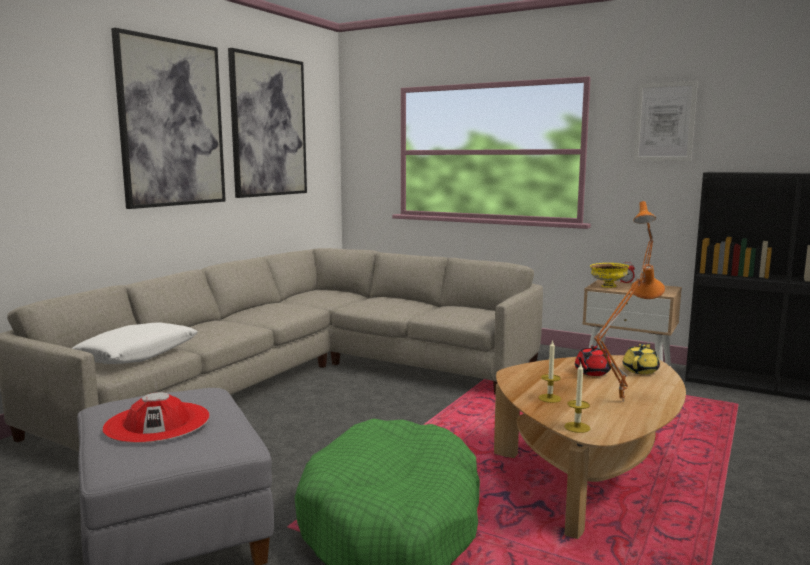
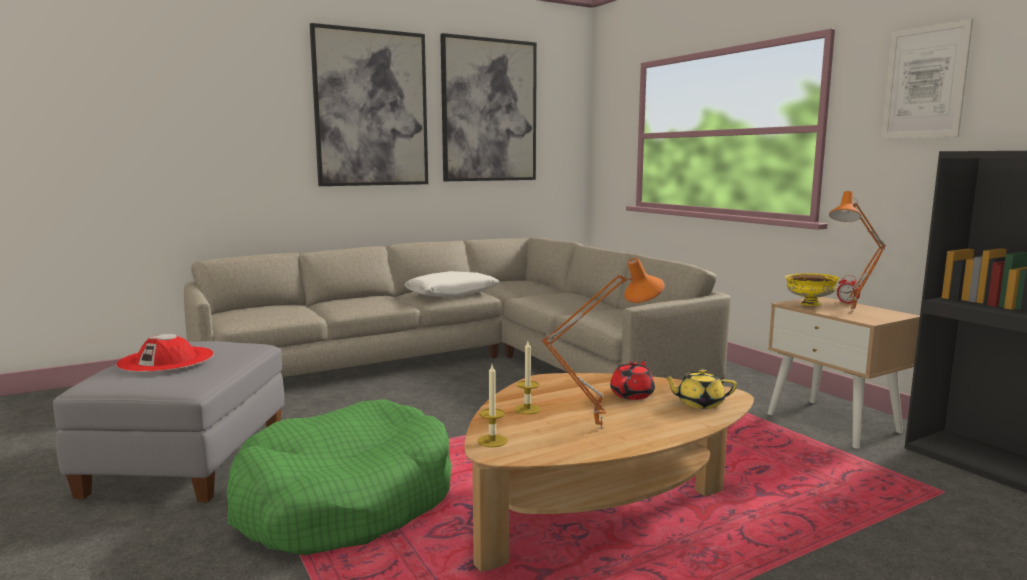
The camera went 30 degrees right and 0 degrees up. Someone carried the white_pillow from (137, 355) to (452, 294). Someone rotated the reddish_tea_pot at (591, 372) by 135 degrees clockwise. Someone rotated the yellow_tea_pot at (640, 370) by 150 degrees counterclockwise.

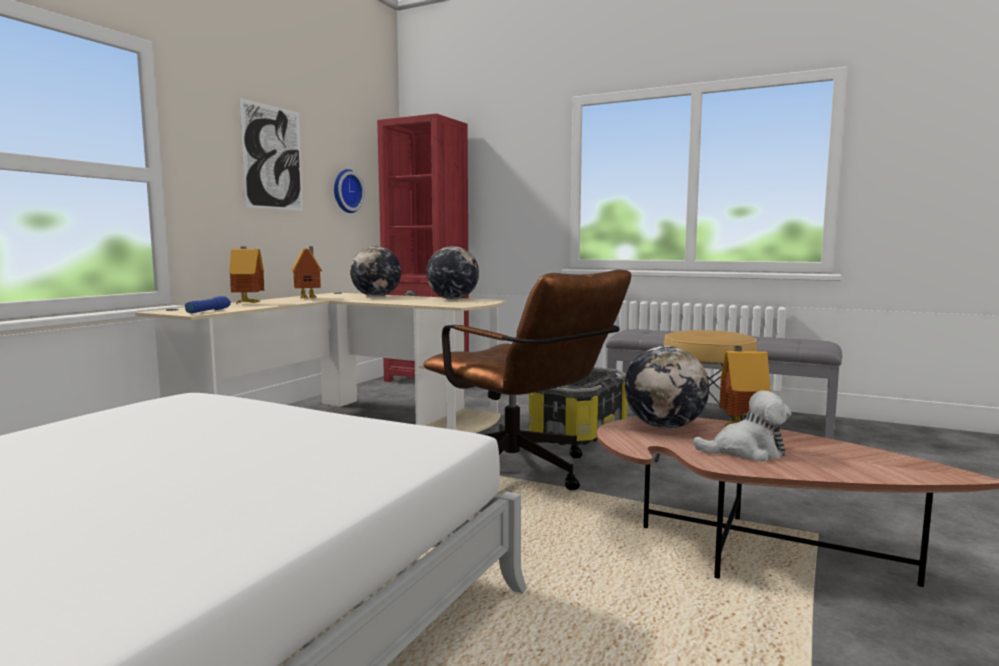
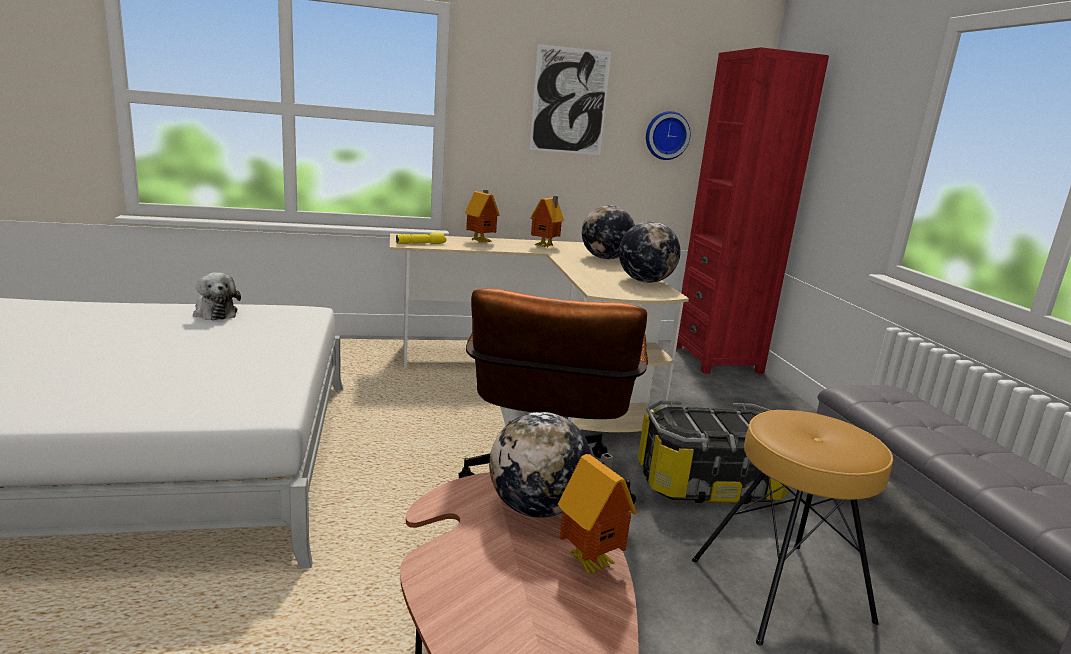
The camera went 50 degrees right and 10 degrees up. Someone carried the soft_toy from (746, 452) to (215, 313). Someone repainted the blue_torch at (208, 311), which became the yellow_torch at (421, 244).

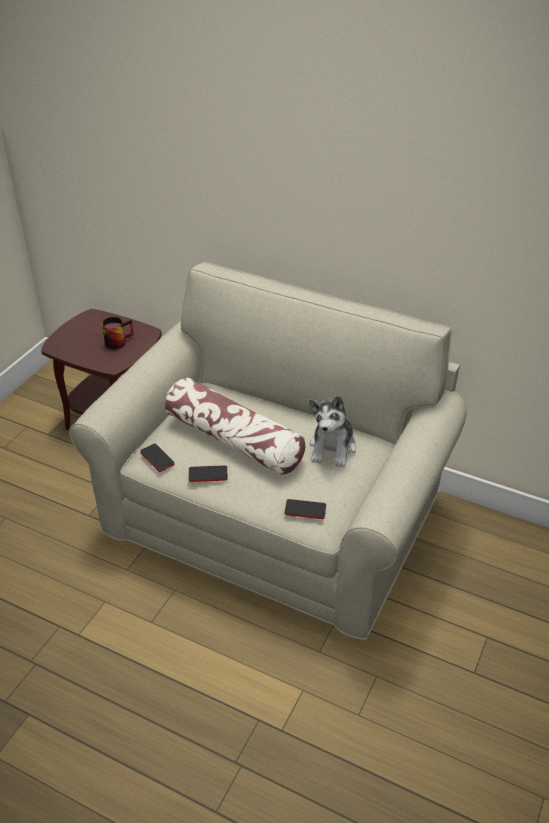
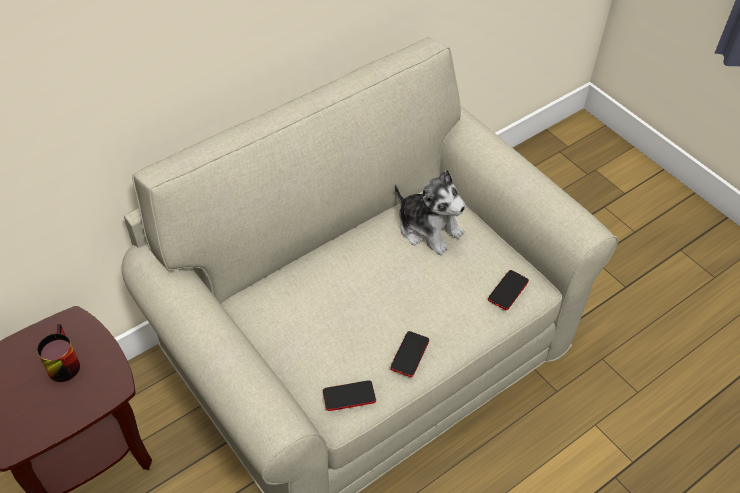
The camera went 65 degrees left and 10 degrees up. Someone took away the pillow at (234, 440).

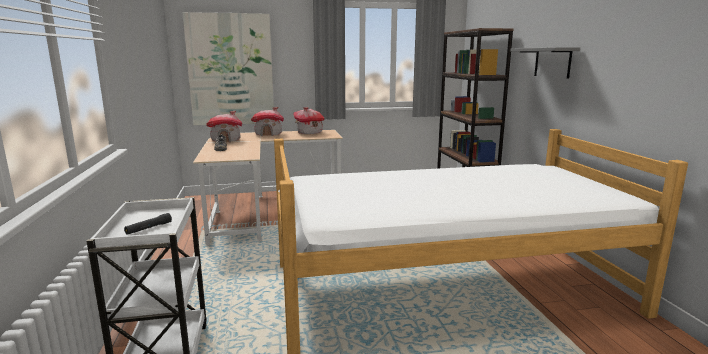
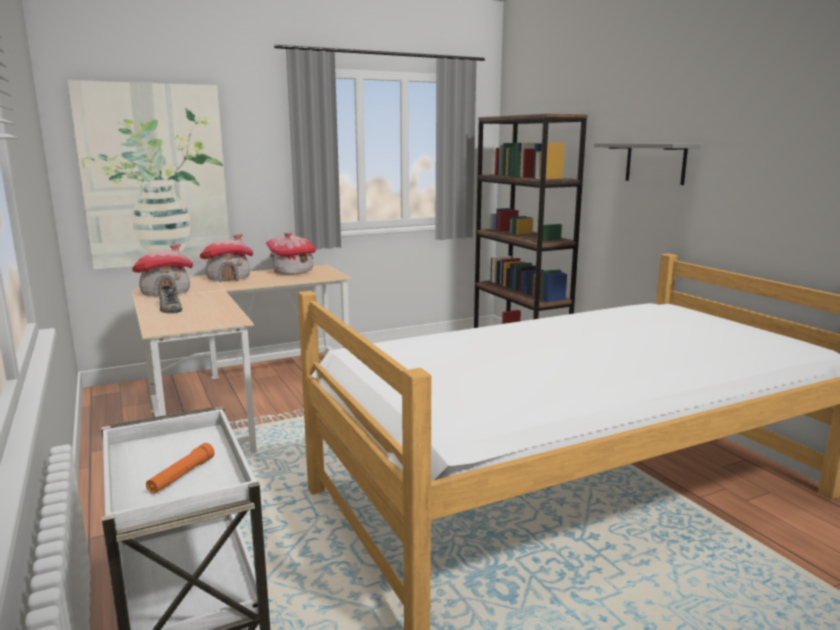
The camera went 15 degrees left and 0 degrees up. Someone repainted the black_torch at (148, 228), which became the orangey_torch at (181, 475).

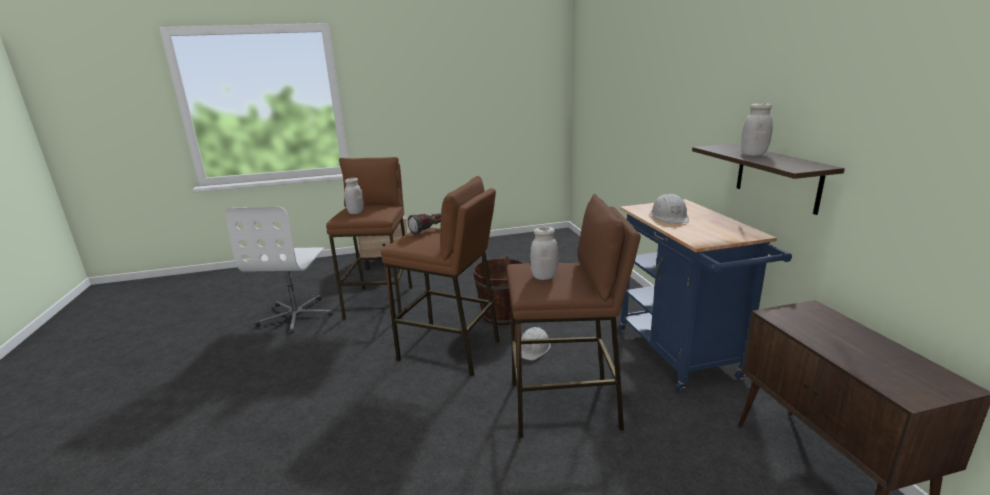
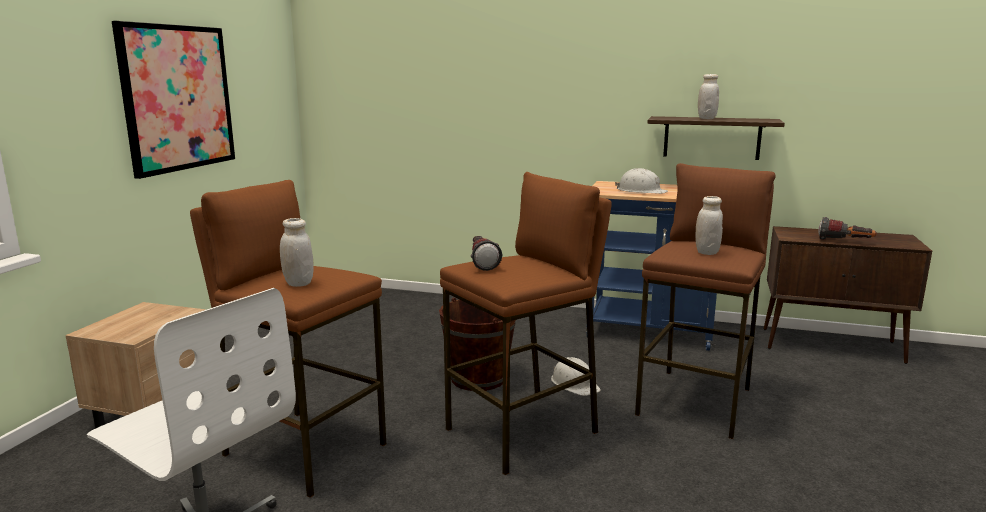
The camera went 60 degrees left and 5 degrees down. Someone put up the wall_art at (178, 98). Someone put down the torch at (845, 242).

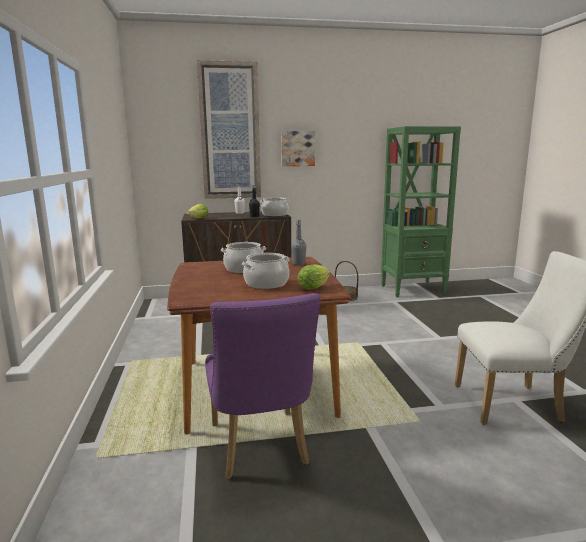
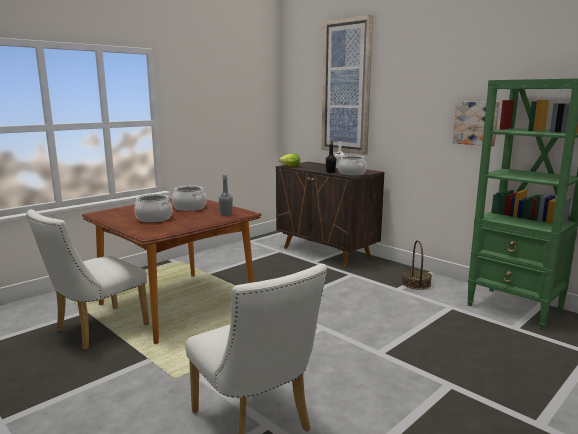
The camera went 55 degrees right and 0 degrees up. Someone repainted the purple_upright_chair at (260, 449), which became the white_upright_chair at (96, 330). Someone carried the wall_art from (297, 148) to (476, 123). Someone took away the lettuce at (315, 287).

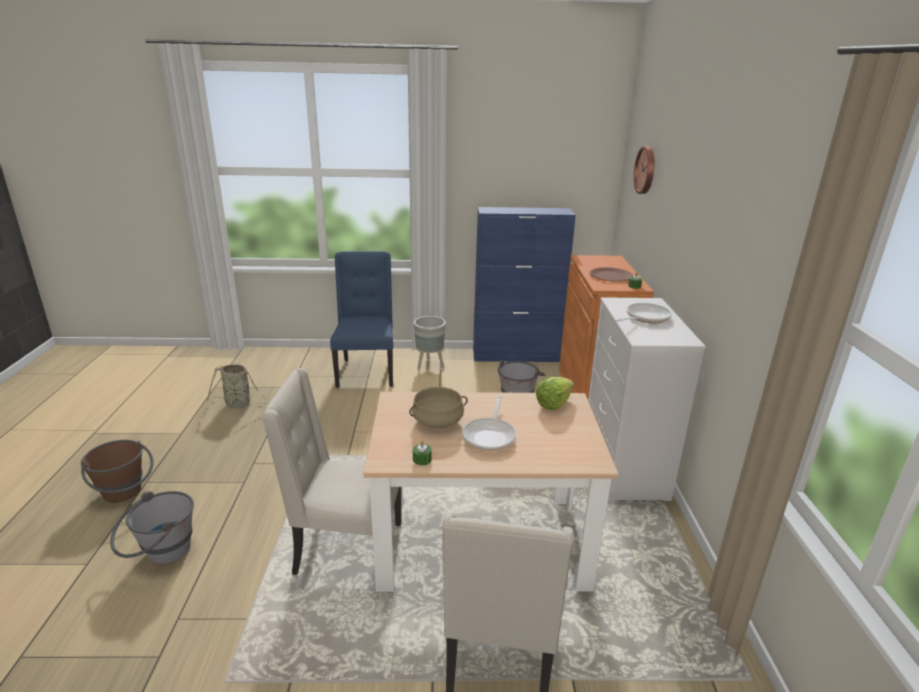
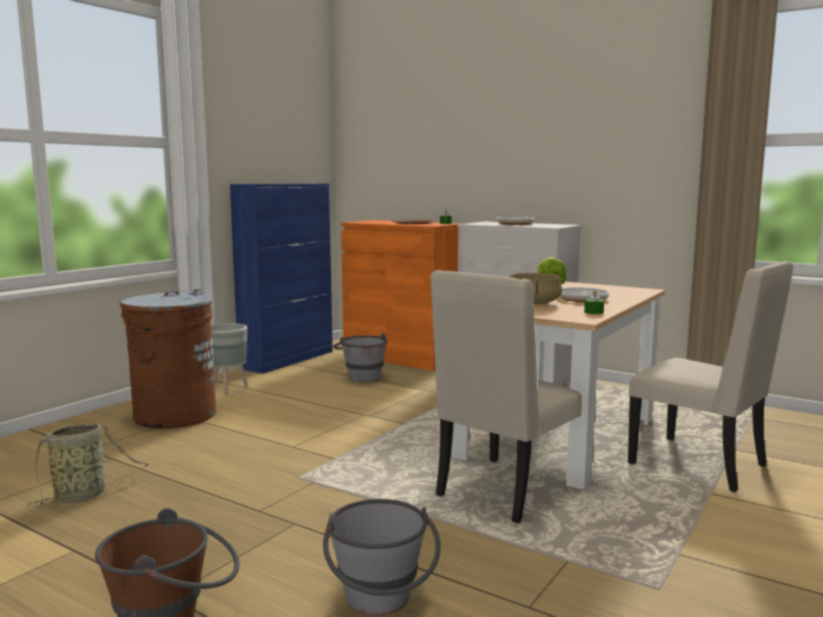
The camera went 55 degrees left and 15 degrees down. Someone swapped the blue_upright_chair at (366, 372) for the brownish_rubbish_bin at (174, 416). Someone took away the hanging_clock at (646, 170).

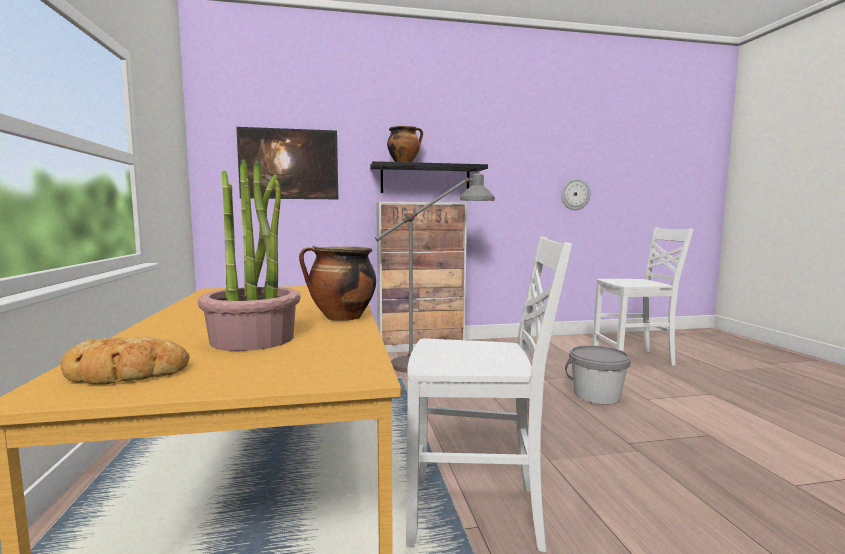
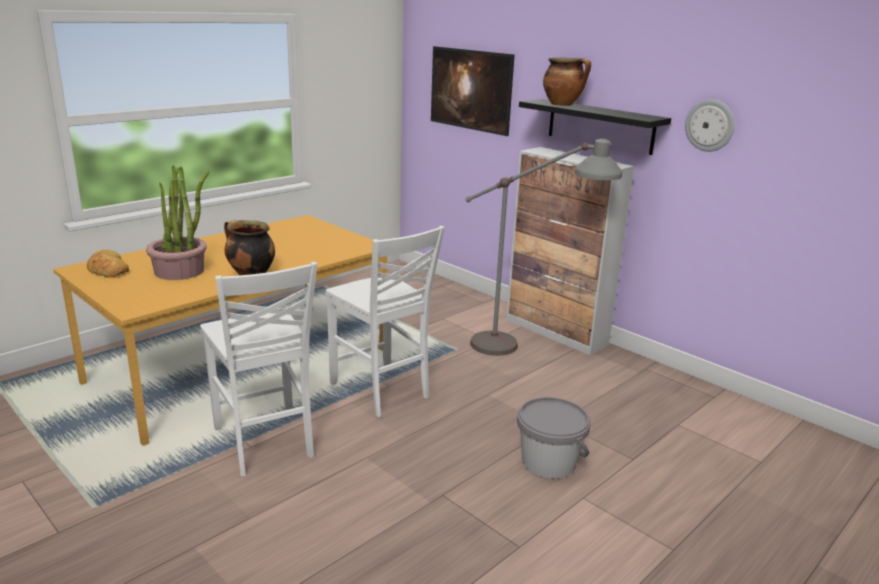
The camera went 55 degrees right and 15 degrees up. Someone carried the white_upright_chair from (634, 359) to (381, 391). Someone carried the hanging_clock from (575, 194) to (710, 125).

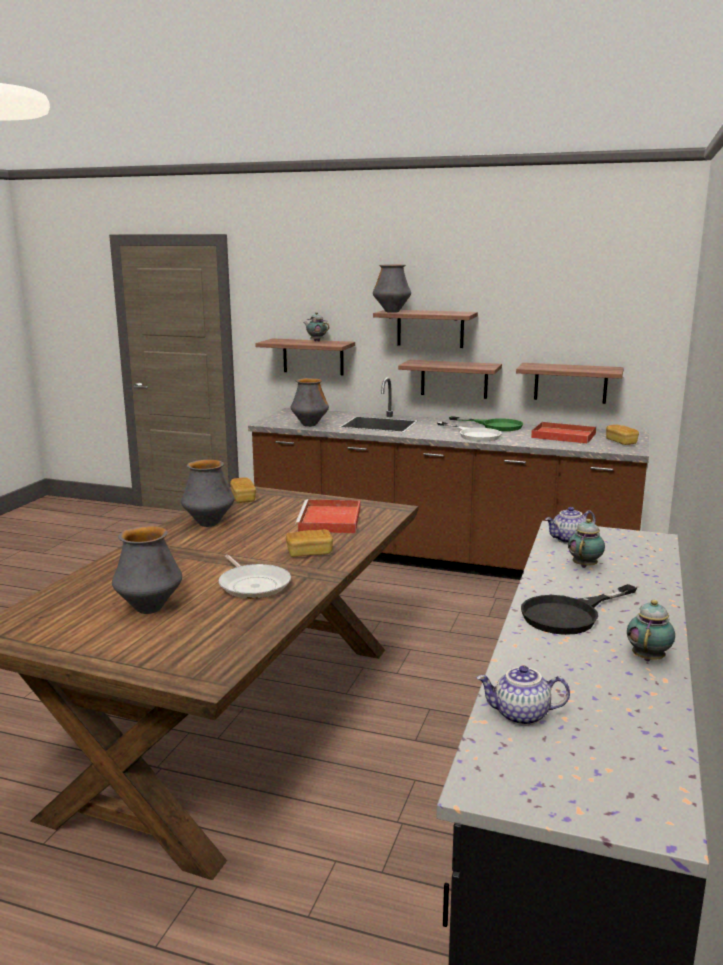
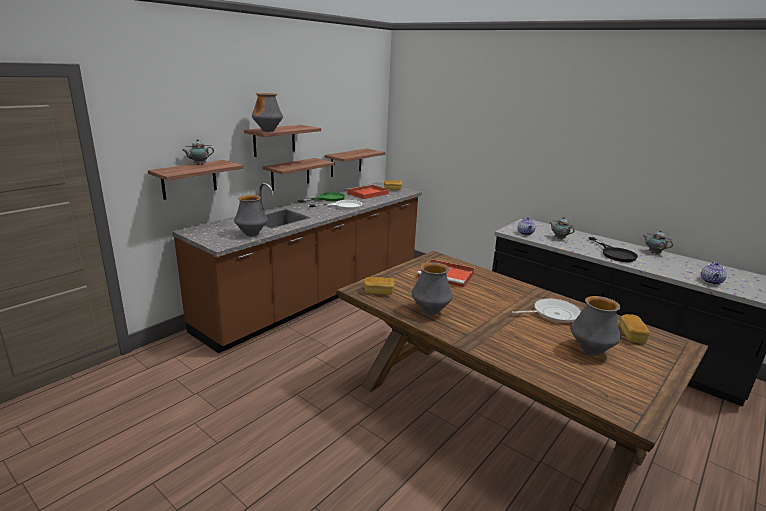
The camera went 70 degrees left and 5 degrees up. Someone carried the bakery_bread from (309, 553) to (632, 335).

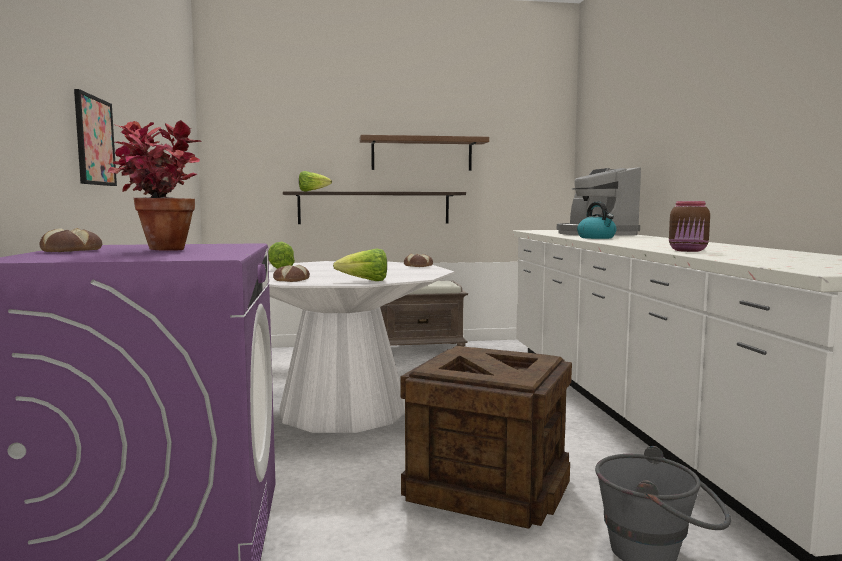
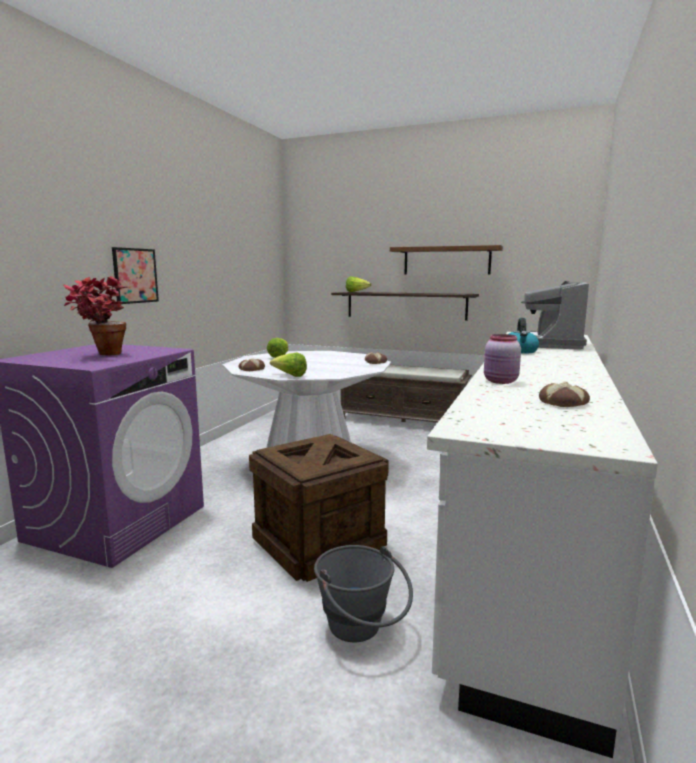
The camera went 30 degrees right and 5 degrees up. Someone repainted the brownish_storage_jar at (688, 250), which became the pinkish_storage_jar at (500, 381). Someone carried the bakery_bread from (72, 251) to (564, 403).

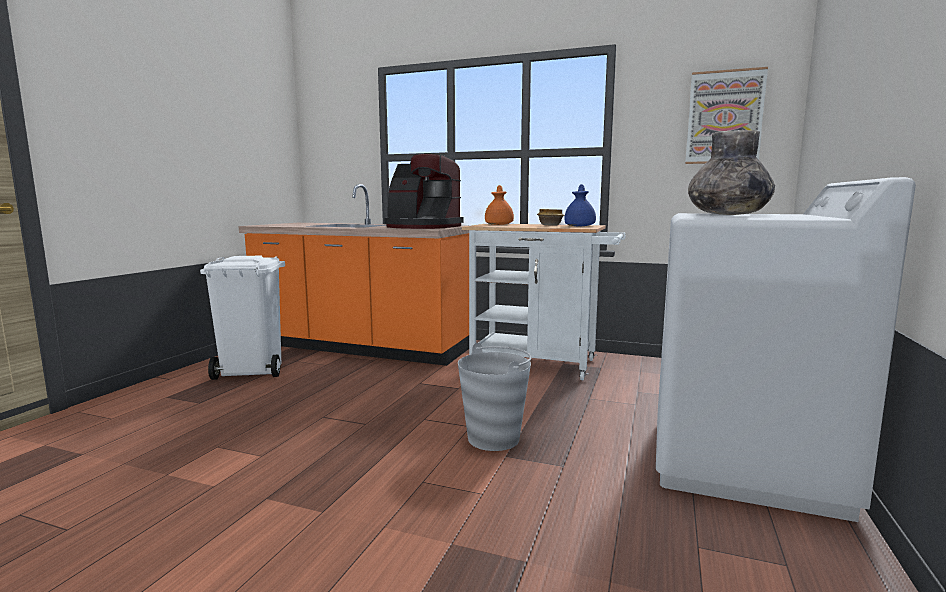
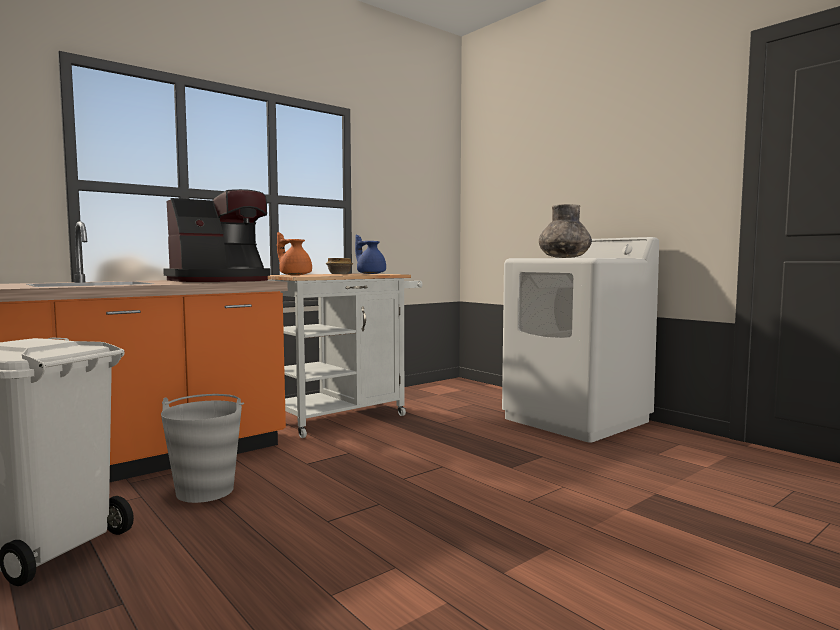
The camera went 60 degrees left and 5 degrees down. Someone carried the gray_water_bucket from (494, 438) to (205, 491). Someone took away the wall_art at (724, 117).

